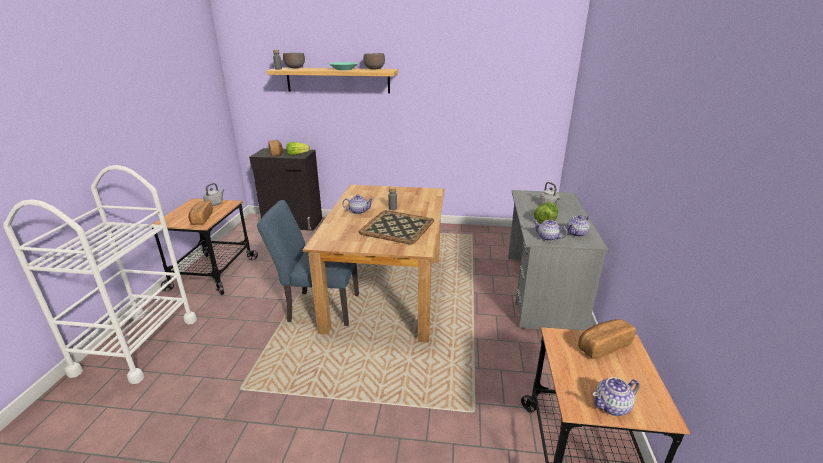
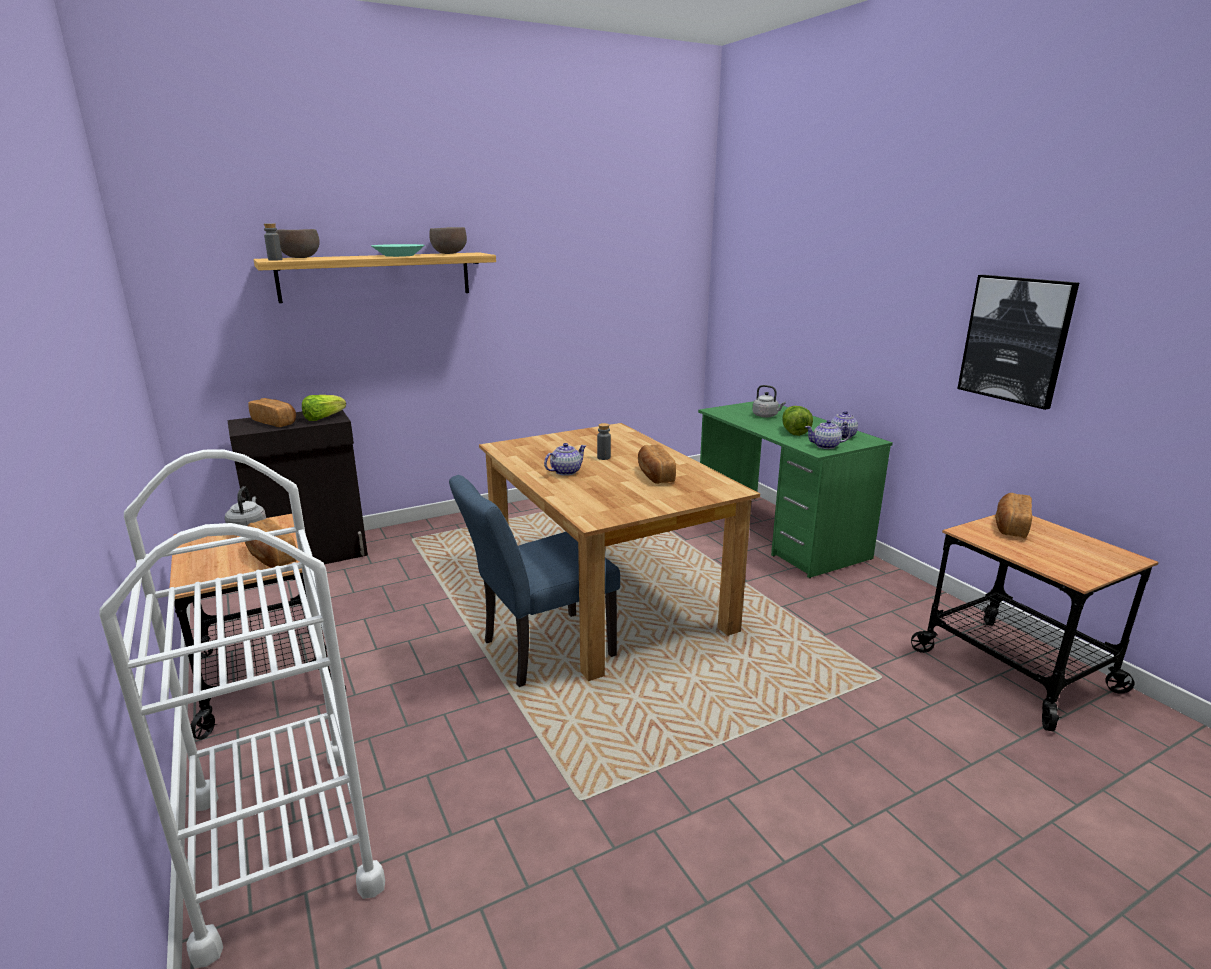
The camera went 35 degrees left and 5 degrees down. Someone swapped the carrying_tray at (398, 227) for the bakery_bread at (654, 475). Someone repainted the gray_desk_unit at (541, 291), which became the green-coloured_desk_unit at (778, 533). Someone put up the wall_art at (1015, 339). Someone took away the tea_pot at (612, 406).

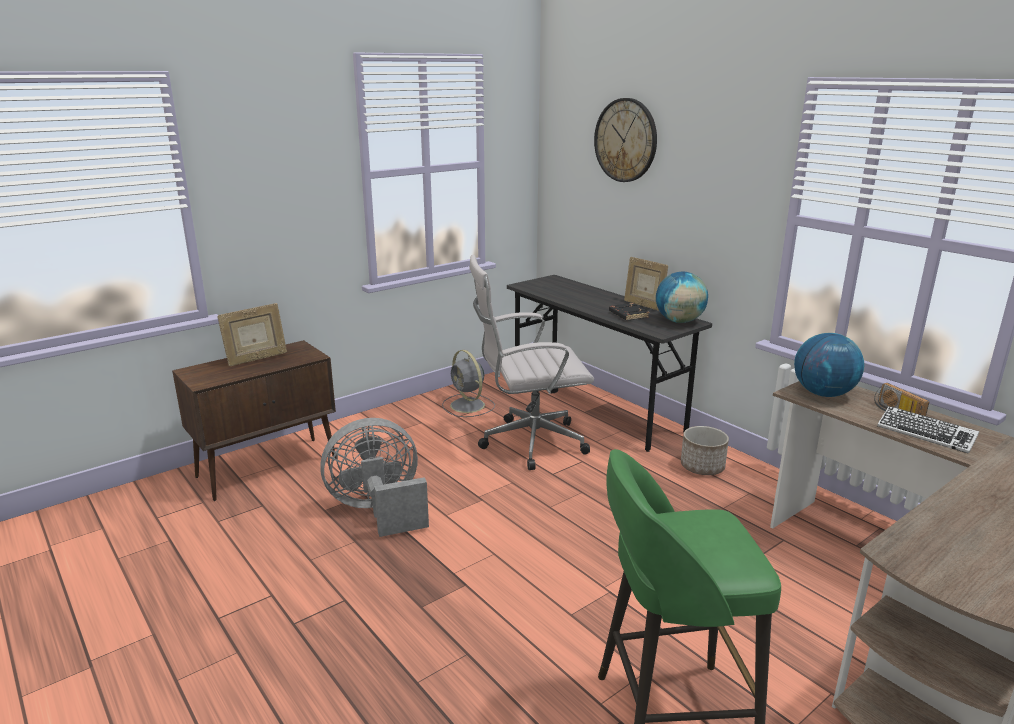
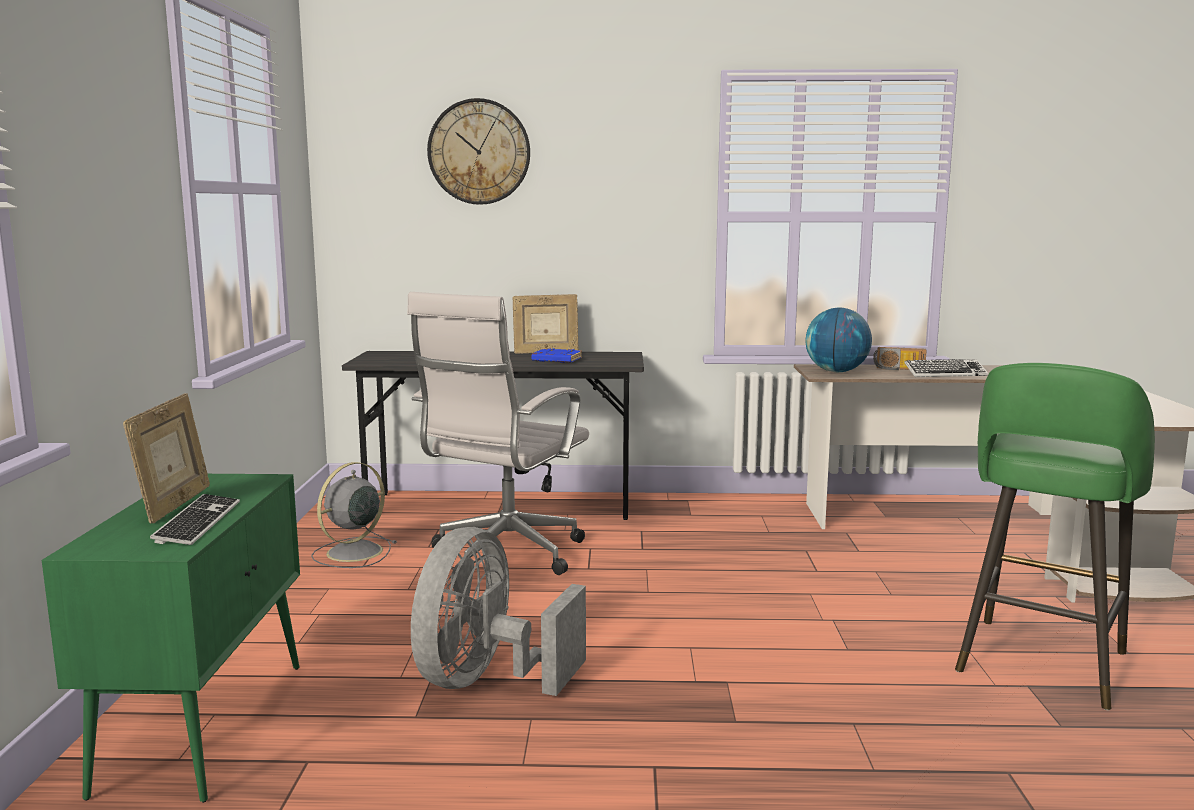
The camera went 50 degrees left and 10 degrees down. Someone repainted the brownish_cupboard at (269, 468), which became the green-coloured_cupboard at (205, 724). Someone put down the computer_keyboard at (198, 522). Someone rotated the gray_electric_fan at (468, 406) by 120 degrees clockwise. Someone repainted the black_book at (627, 315), which became the blue_book at (556, 360). Someone took away the globe at (679, 321). Someone took away the planter at (702, 467).

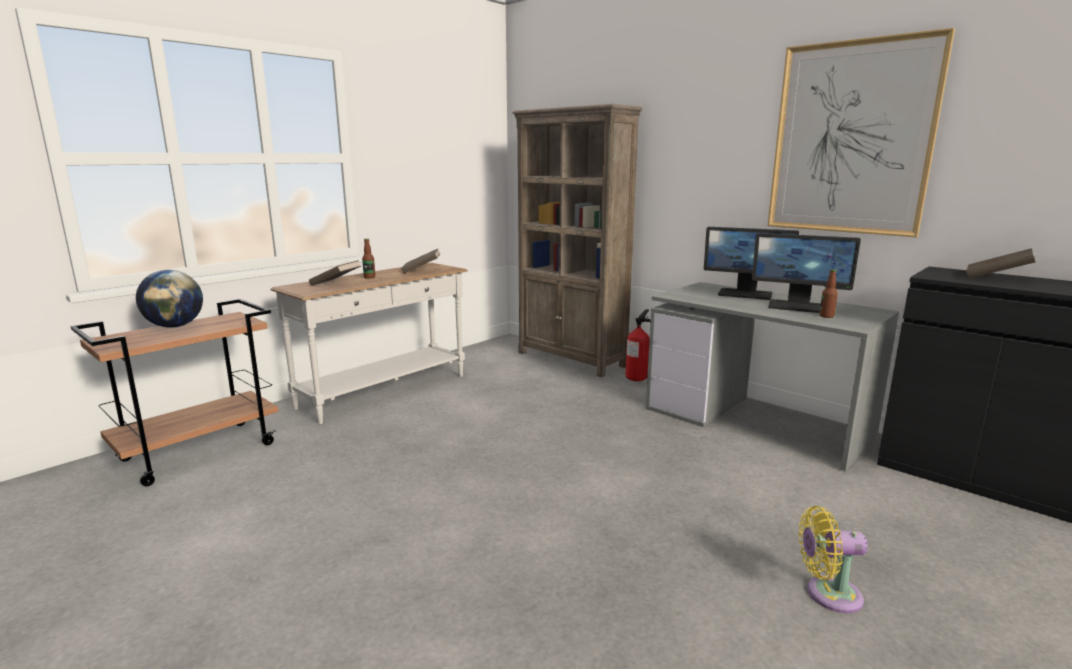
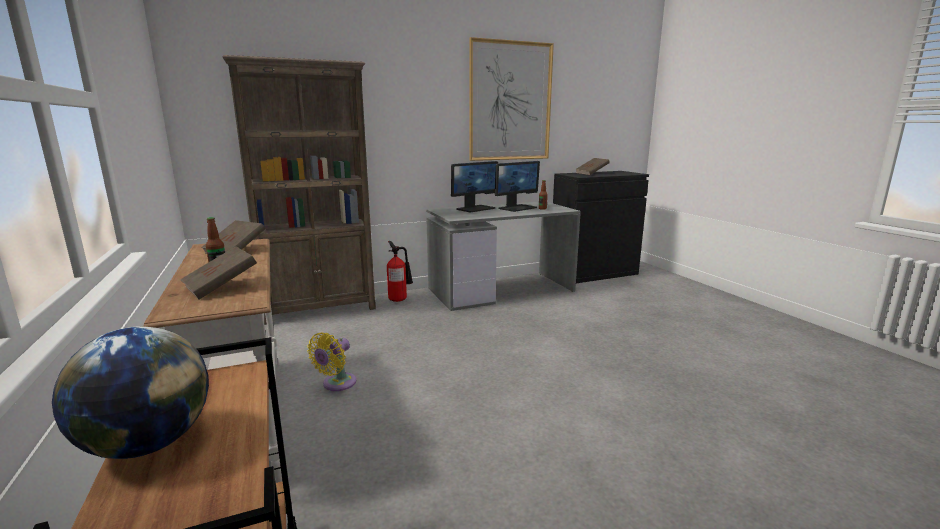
The camera went 65 degrees left and 0 degrees up. Someone carried the yellow_electric_fan from (828, 594) to (336, 384).

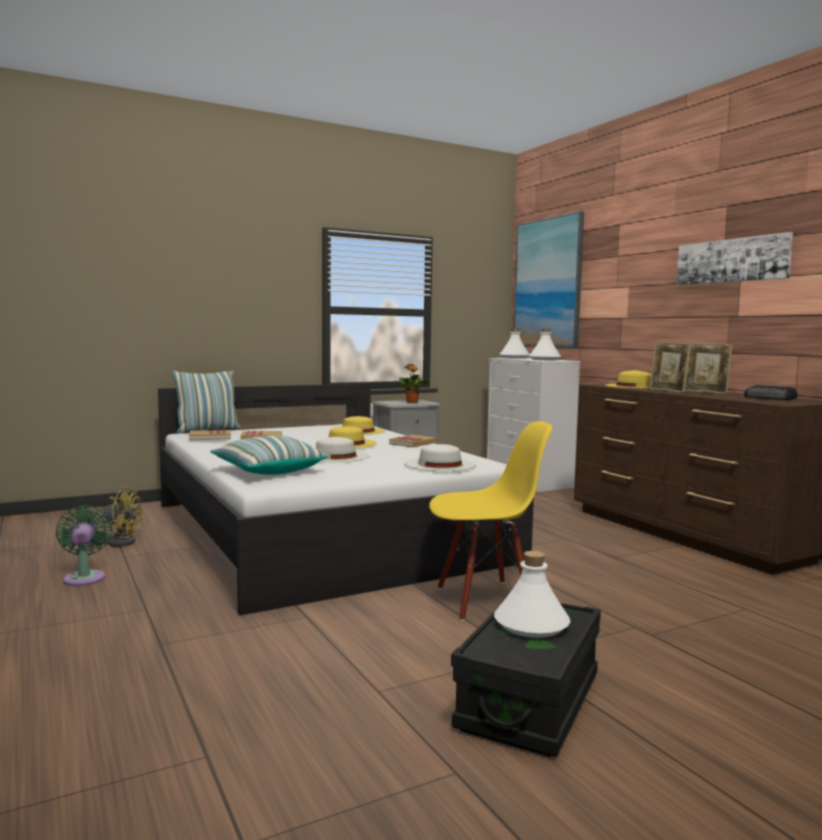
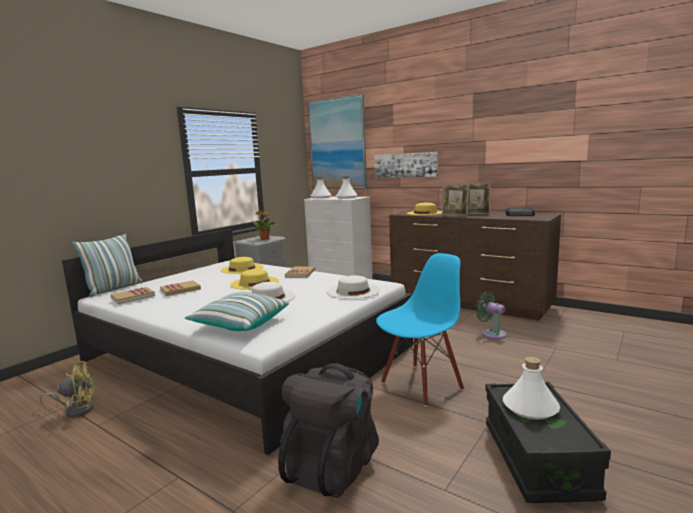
The camera went 25 degrees left and 5 degrees up. Someone put down the black_knapsack at (333, 465). Someone carried the wall_art from (732, 260) to (405, 165). Someone repainted the yellow_upright_chair at (484, 601), which became the blue_upright_chair at (421, 384). Someone carried the green-coloured_electric_fan from (85, 577) to (491, 333).

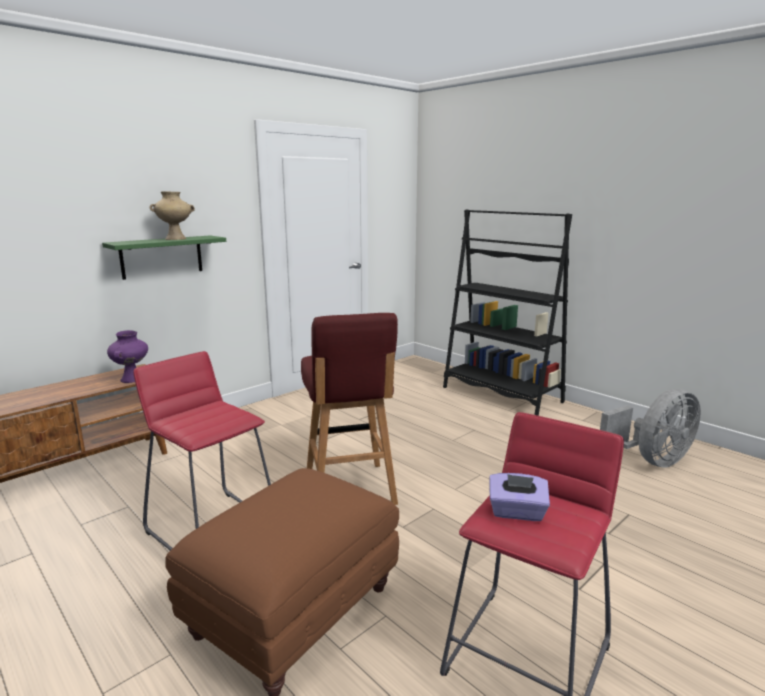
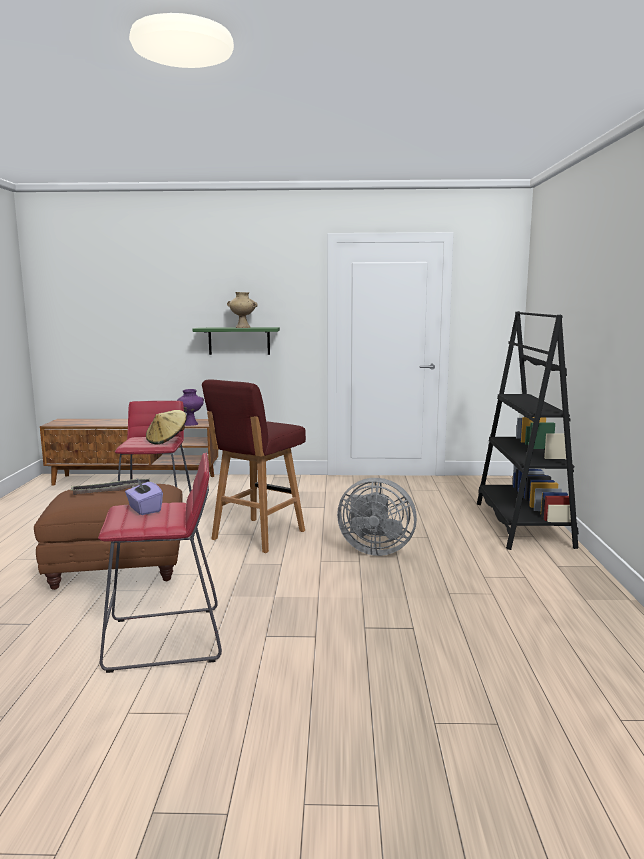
The camera went 45 degrees right and 5 degrees down. Someone put down the carrying_tray at (111, 490). Someone put down the beige-coloured_clothing_hat at (167, 440). Someone carried the gray_electric_fan from (652, 460) to (374, 550).

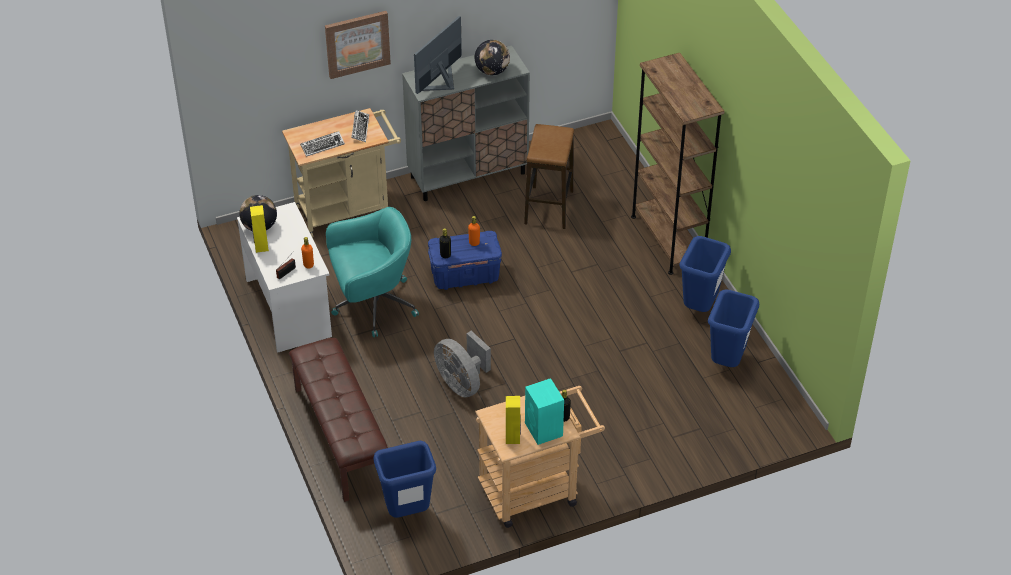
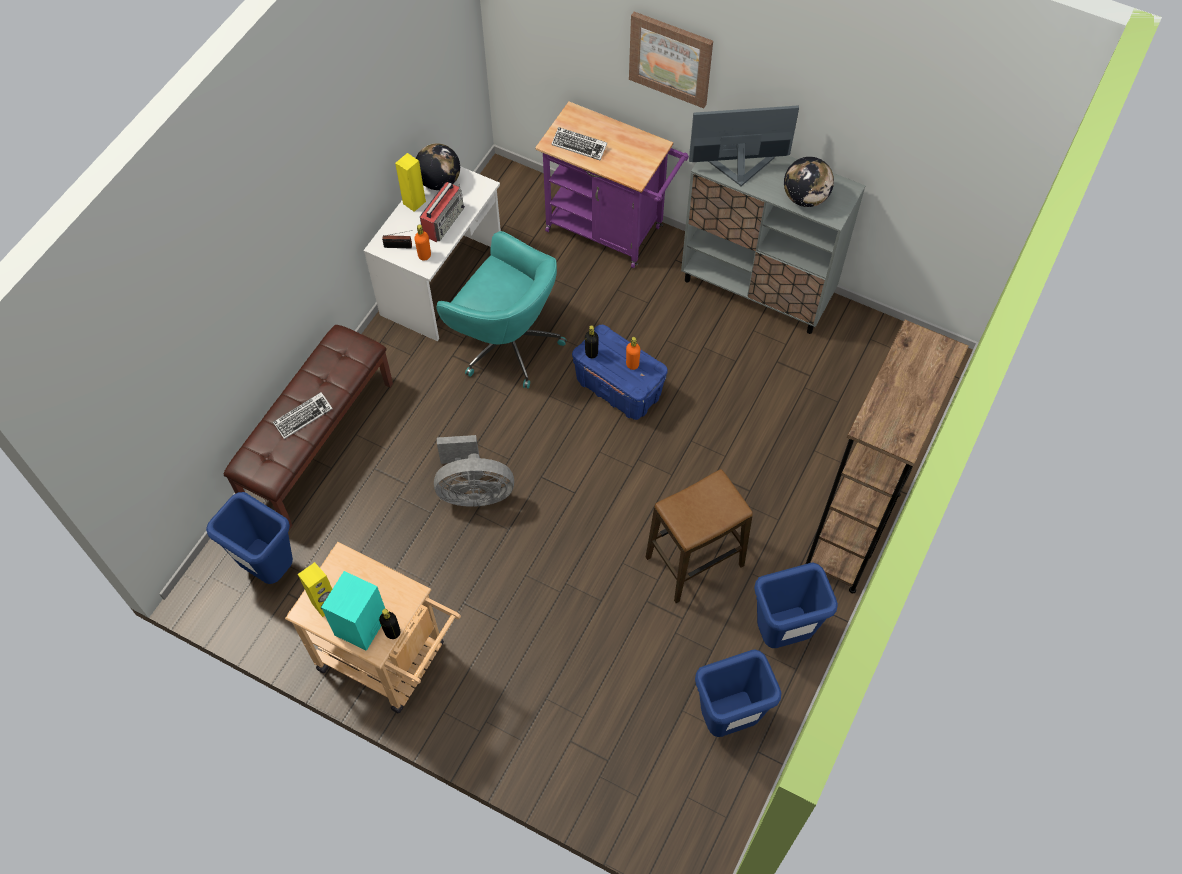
The camera went 50 degrees right and 15 degrees up. Someone carried the computer_keyboard from (360, 128) to (303, 417). Someone put down the radio_set at (444, 221). Someone rotated the gray_electric_fan at (462, 383) by 105 degrees counterclockwise. Someone repainted the beige-coloured_cart at (348, 209), which became the purple_cart at (611, 231). Someone carried the stool_seat from (549, 207) to (694, 561).

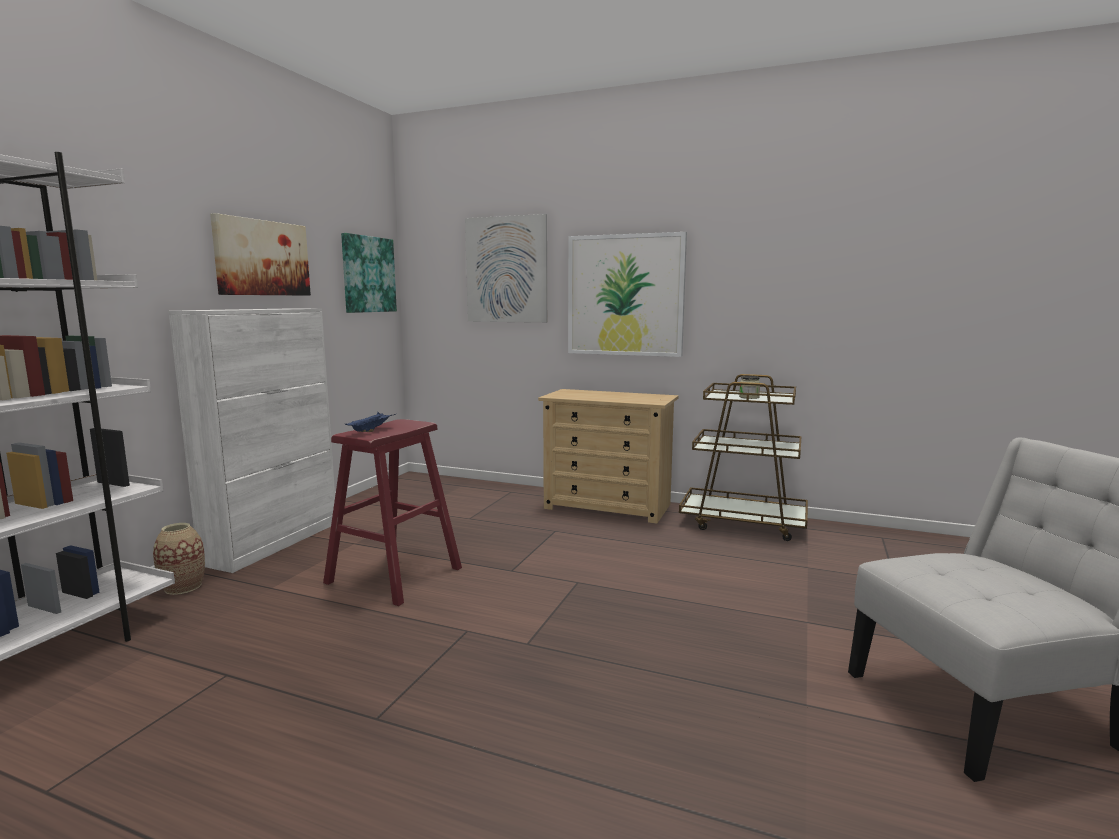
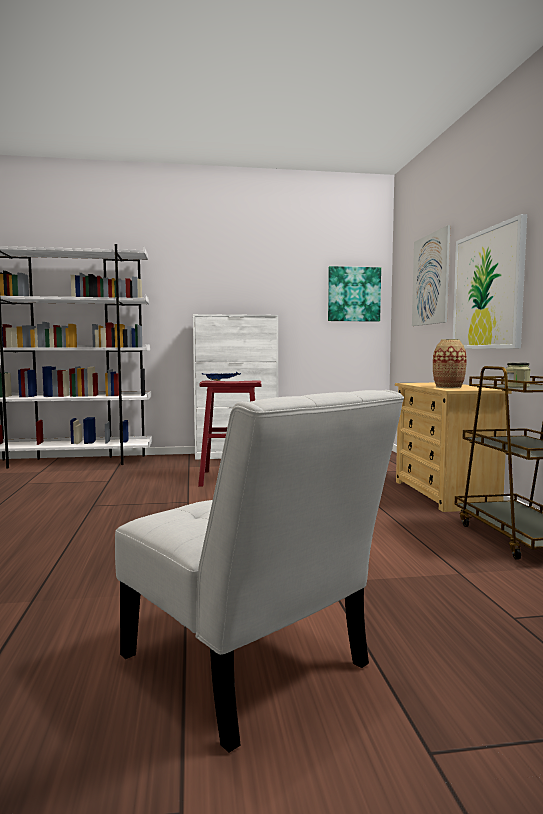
The camera went 60 degrees right and 5 degrees down. Someone carried the flower_vase from (183, 587) to (448, 387). Someone took away the wall_art at (262, 258).

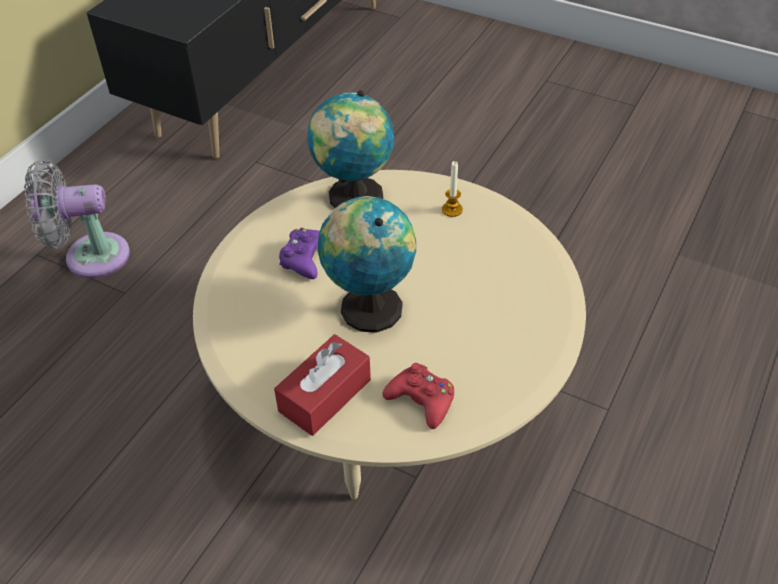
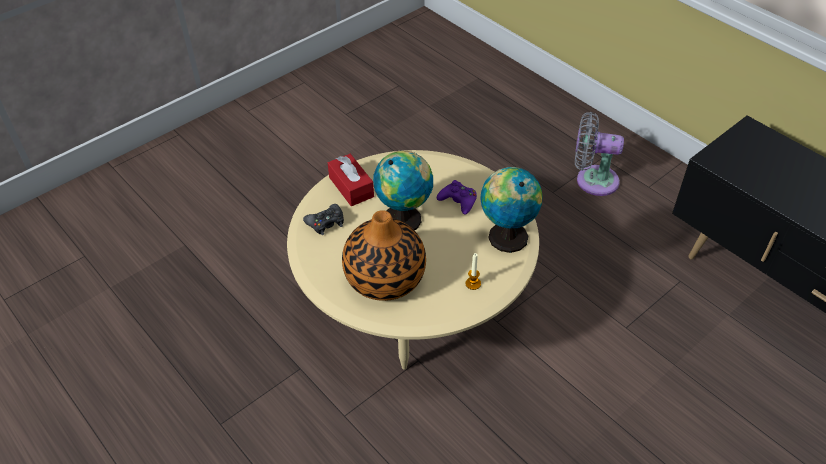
The camera went 110 degrees right and 0 degrees up. Someone repainted the reddish_game_controller at (422, 400), which became the black_game_controller at (326, 223). Someone put down the flower_vase at (385, 278). Someone rotated the gray_electric_fan at (90, 256) by 90 degrees counterclockwise.

